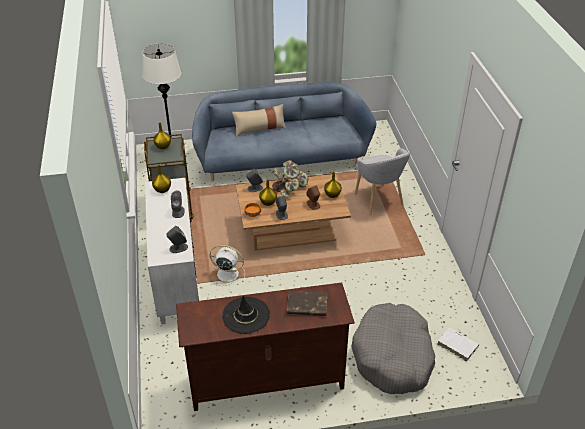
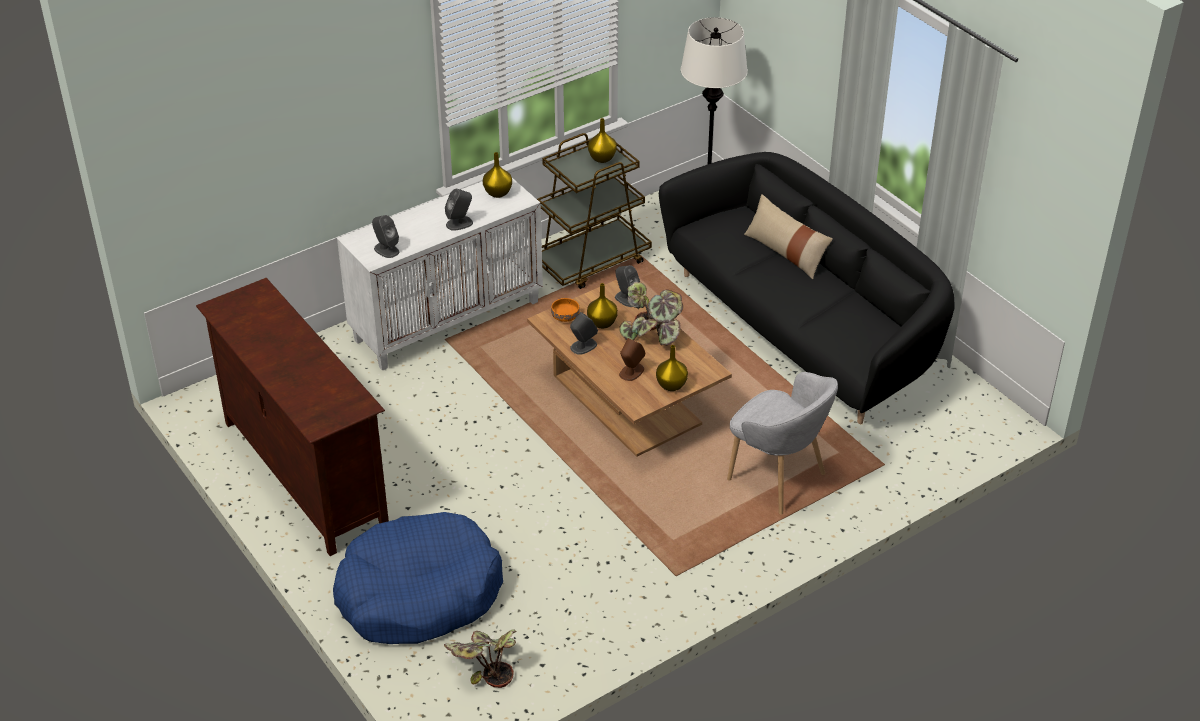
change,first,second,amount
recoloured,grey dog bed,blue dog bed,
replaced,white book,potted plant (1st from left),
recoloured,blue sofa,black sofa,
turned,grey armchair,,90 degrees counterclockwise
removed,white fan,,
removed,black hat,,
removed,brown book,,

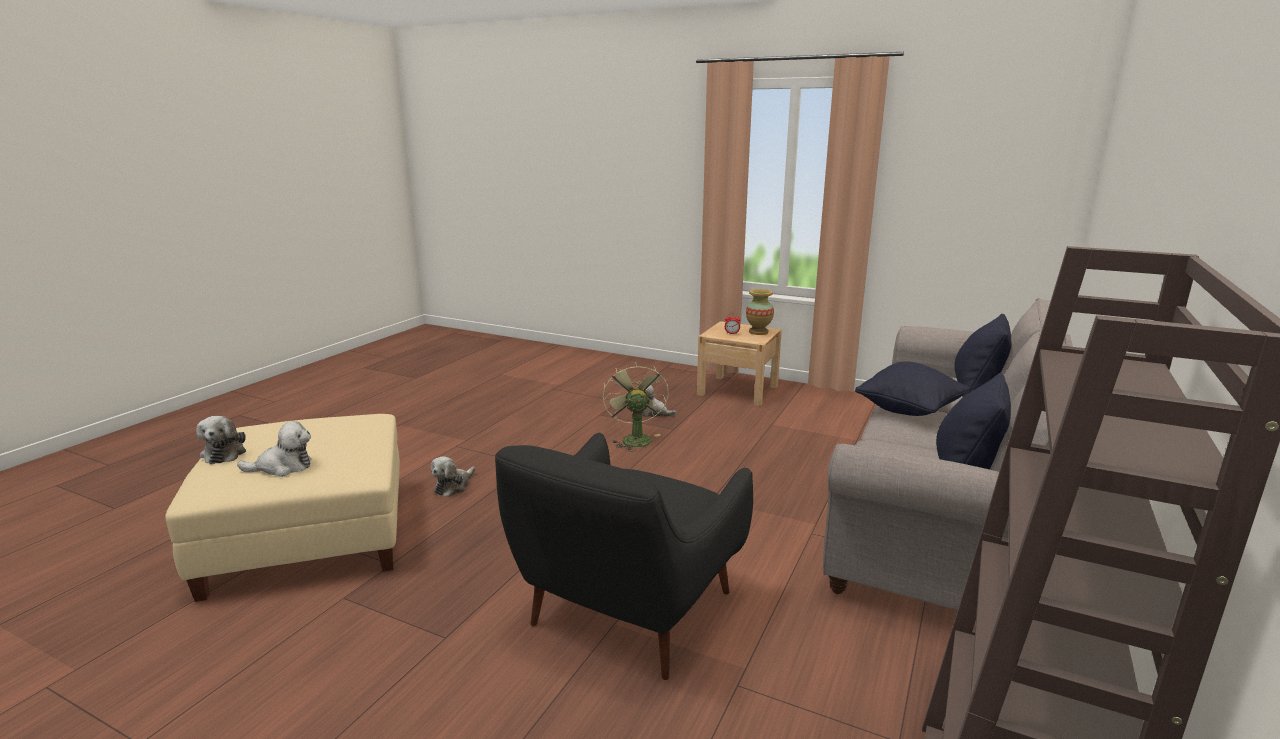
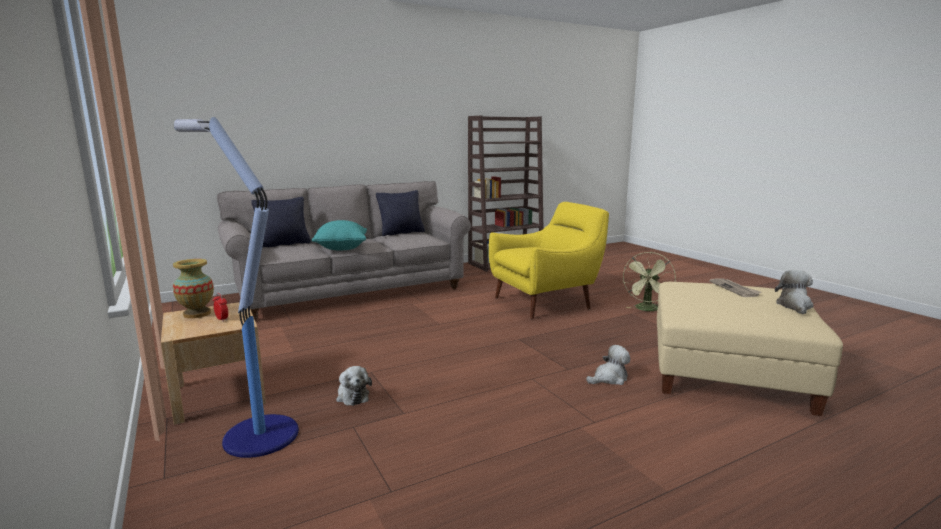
change,first,second,amount
added,,floor lamp,
recoloured,black pillow (1st from left),turquoise pillow,
recoloured,black armchair,yellow armchair,
moved,green fan,,
replaced,plush toy (2nd from left),newspaper,

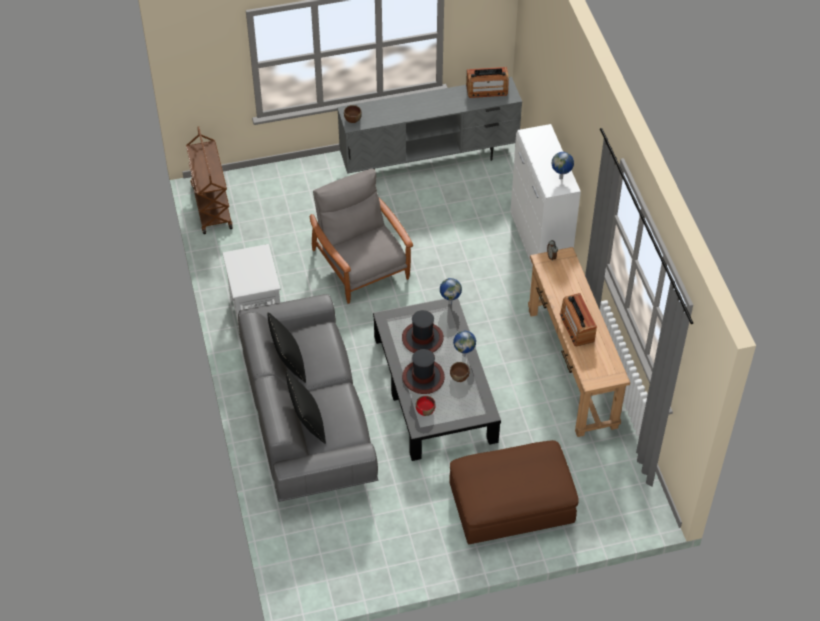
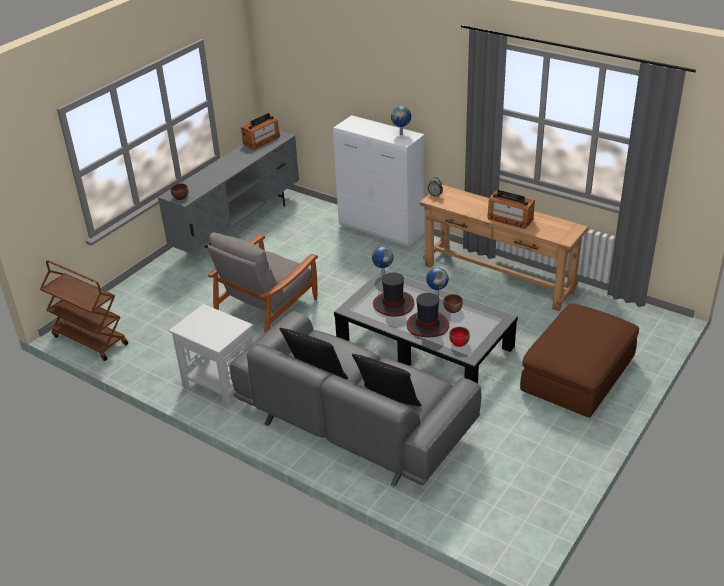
change,first,second,amount
turned,grey armchair,,75 degrees counterclockwise

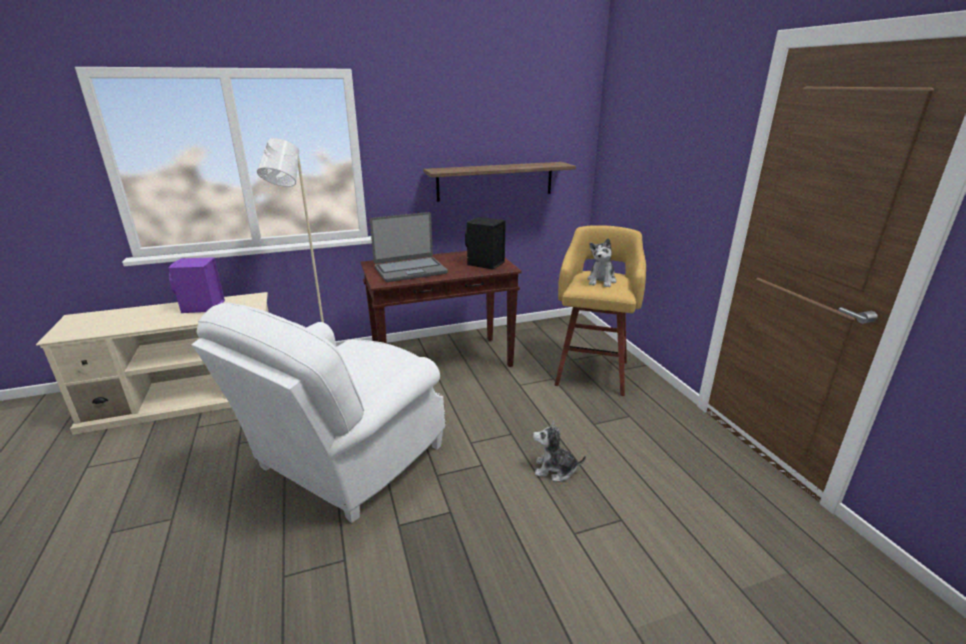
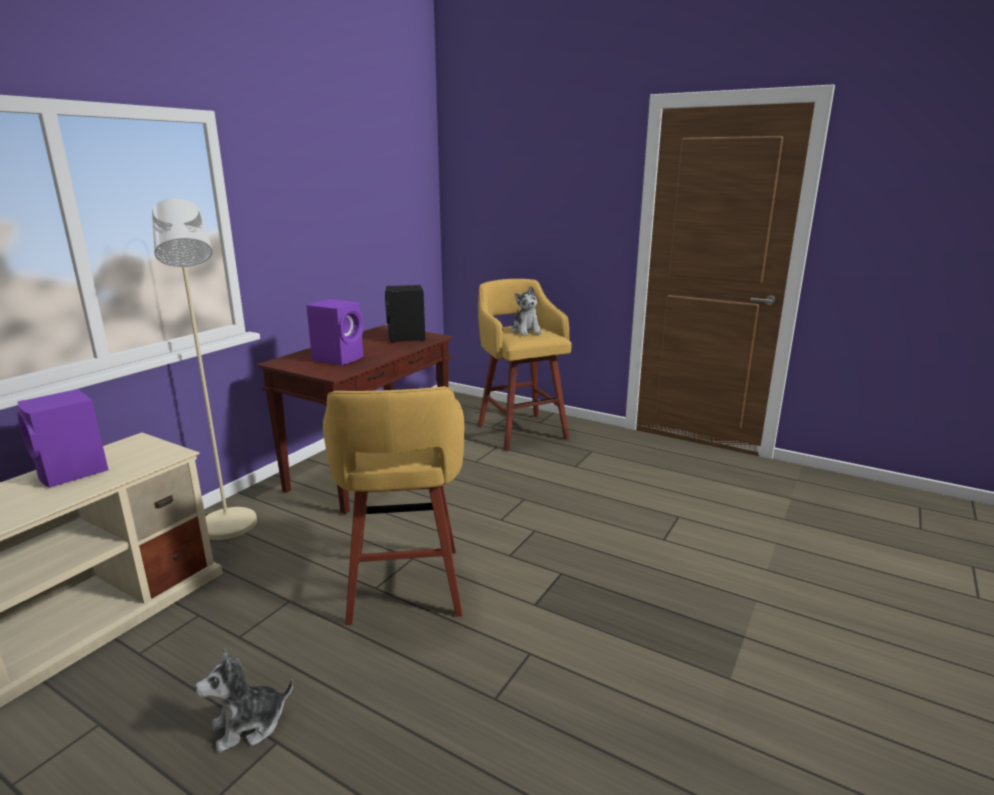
change,first,second,amount
moved,plush toy (1st from left),,
replaced,laptop,purple speaker (2nd from left),
replaced,white armchair,yellow stool (1st from left),
removed,shelf,,

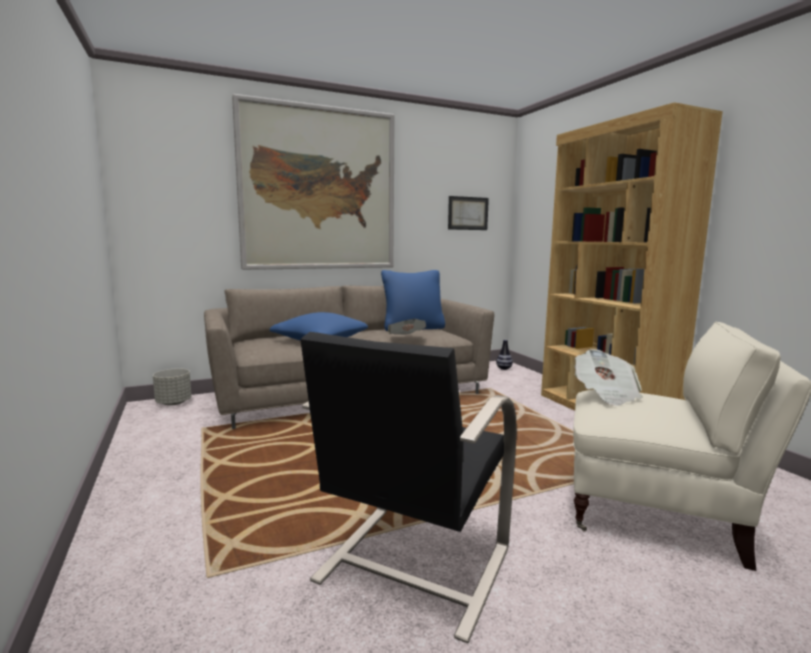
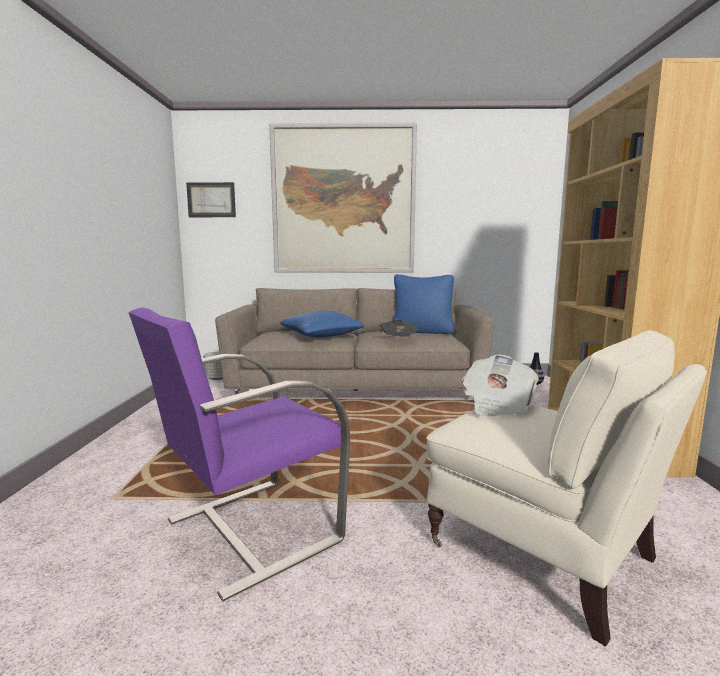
change,first,second,amount
recoloured,black armchair,purple armchair,
moved,picture (2nd from left in the first image),picture (1st from left),

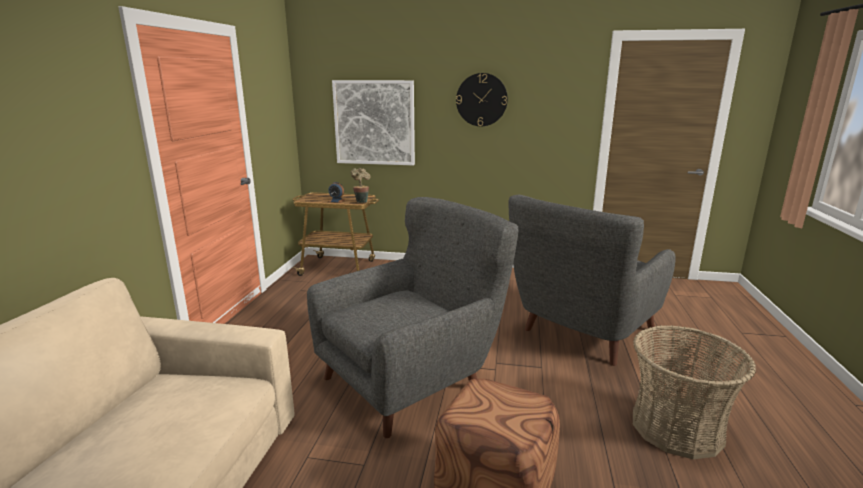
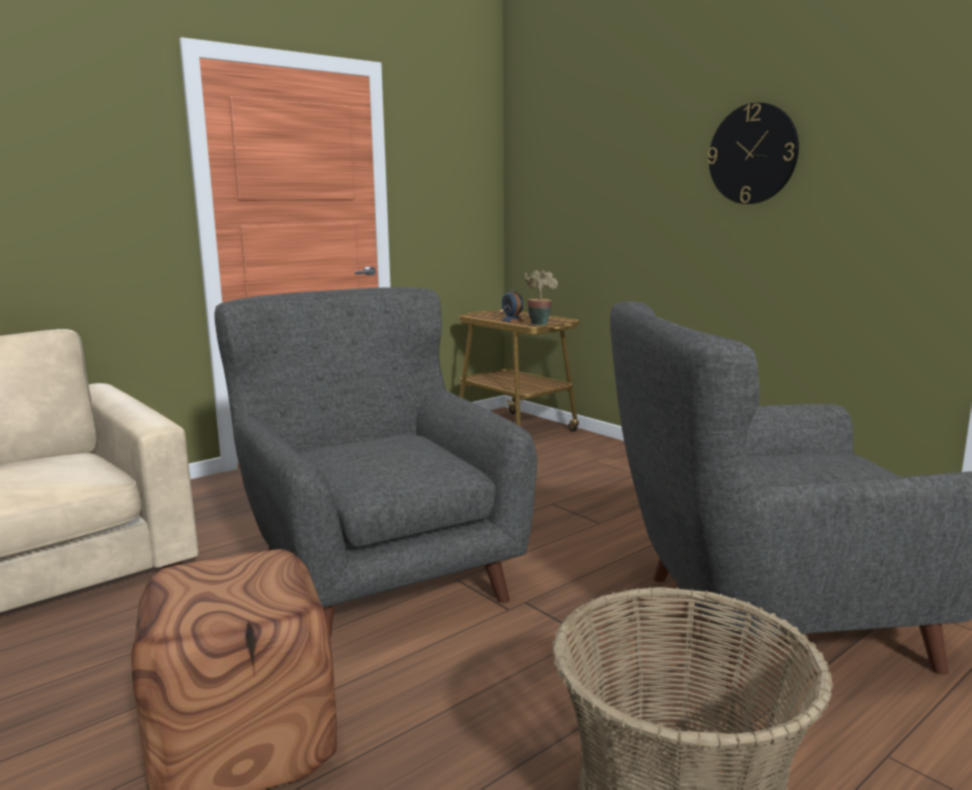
change,first,second,amount
turned,grey armchair (1st from left),,120 degrees counterclockwise
removed,picture,,

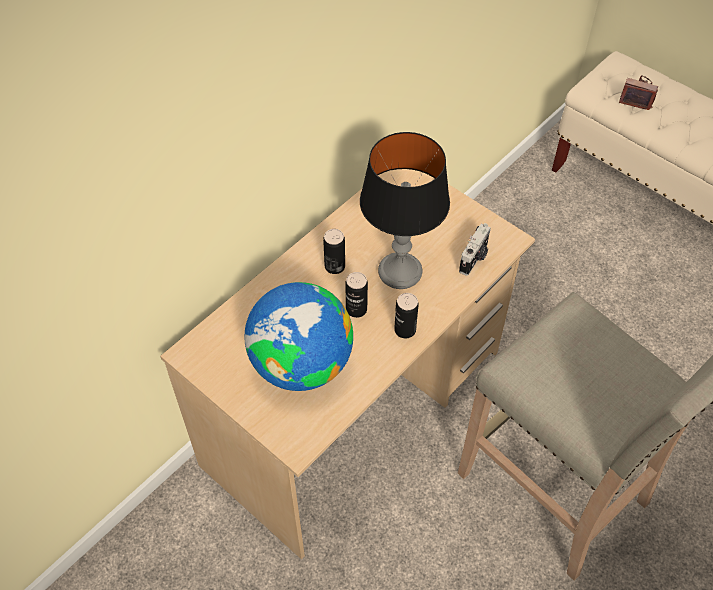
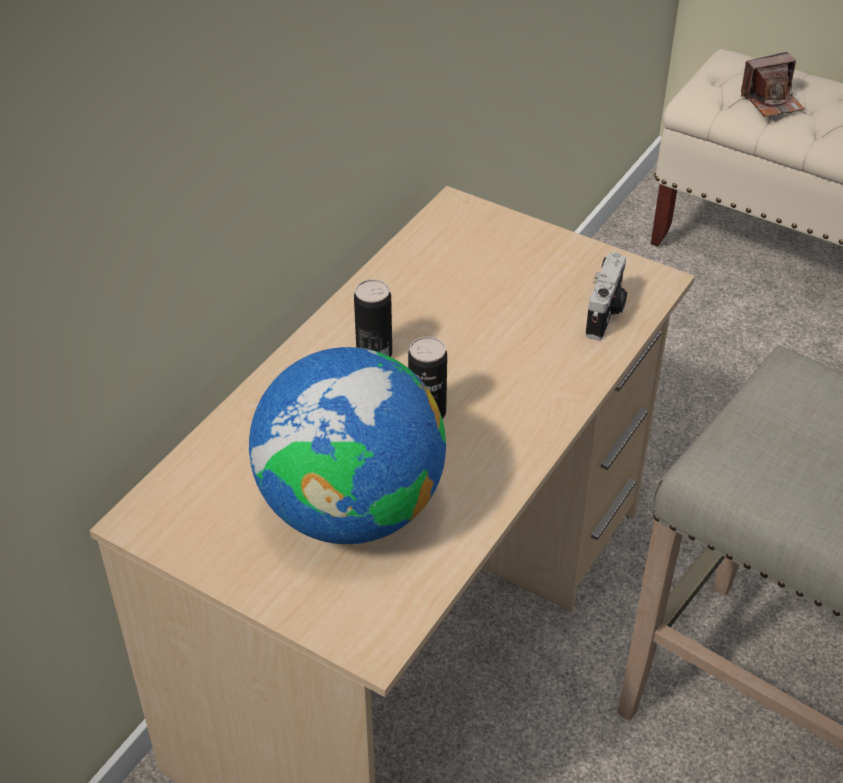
change,first,second,amount
turned,photo camera (2nd from left),,150 degrees clockwise
removed,table lamp,,
removed,can (3rd from left),,

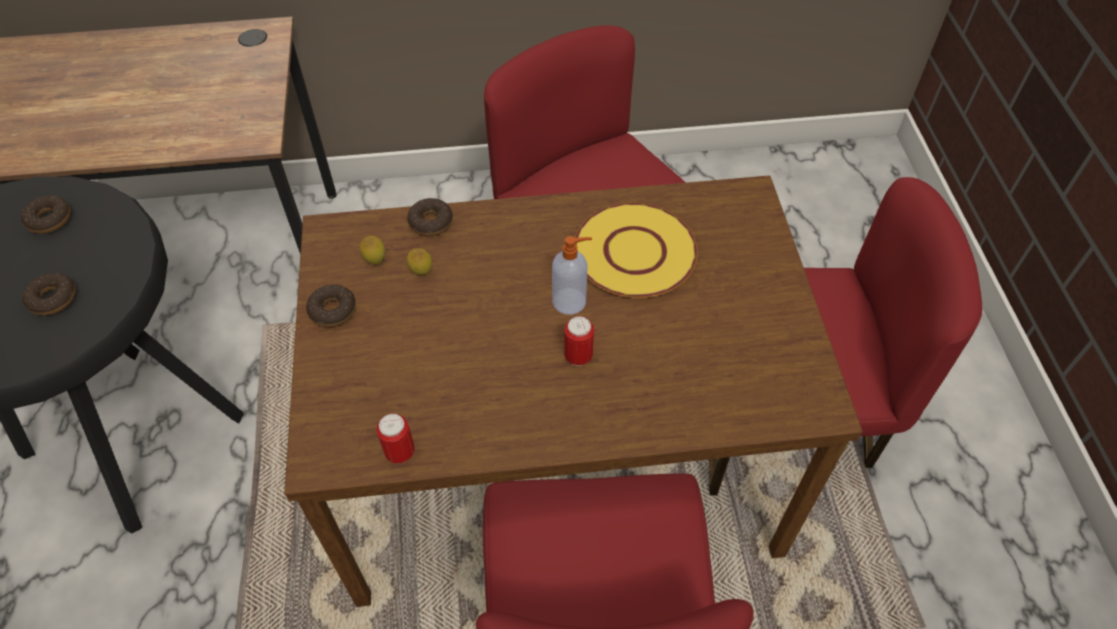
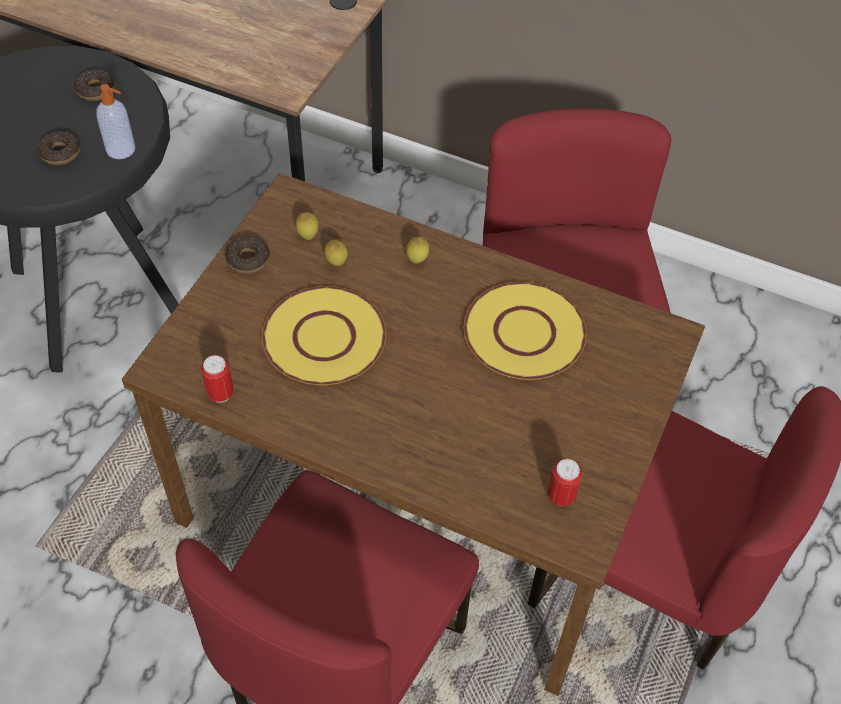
change,first,second,amount
moved,soap dispenser,,
added,,yellow plate (1st from left),
added,,lemon (3rd from left),
moved,can (2nd from left),,
removed,donut (4th from left),,

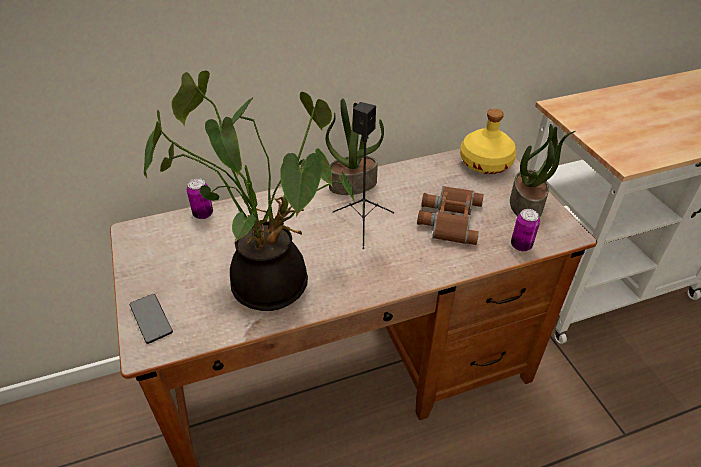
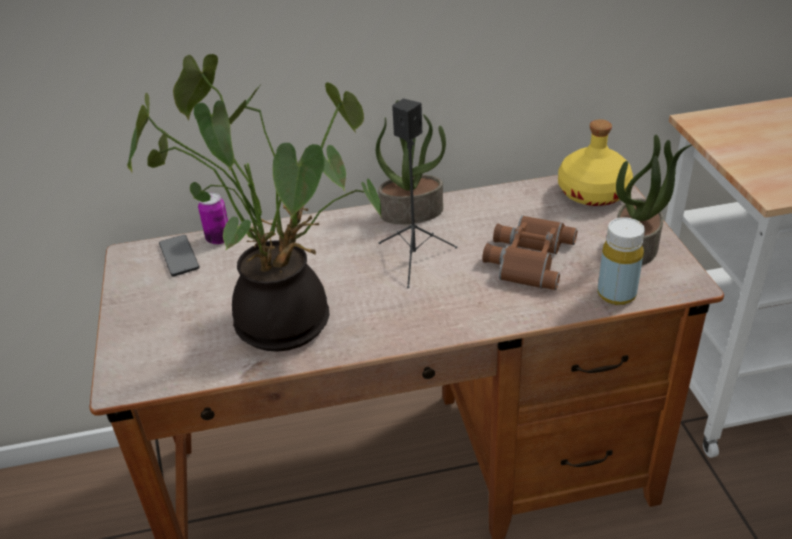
change,first,second,amount
moved,phone,,
replaced,can (2nd from left),yellow bottle (2nd from left),

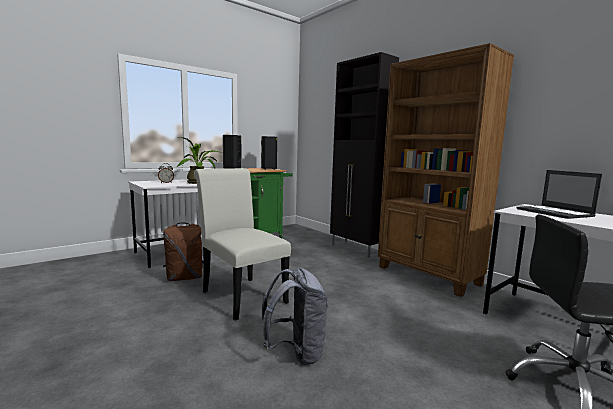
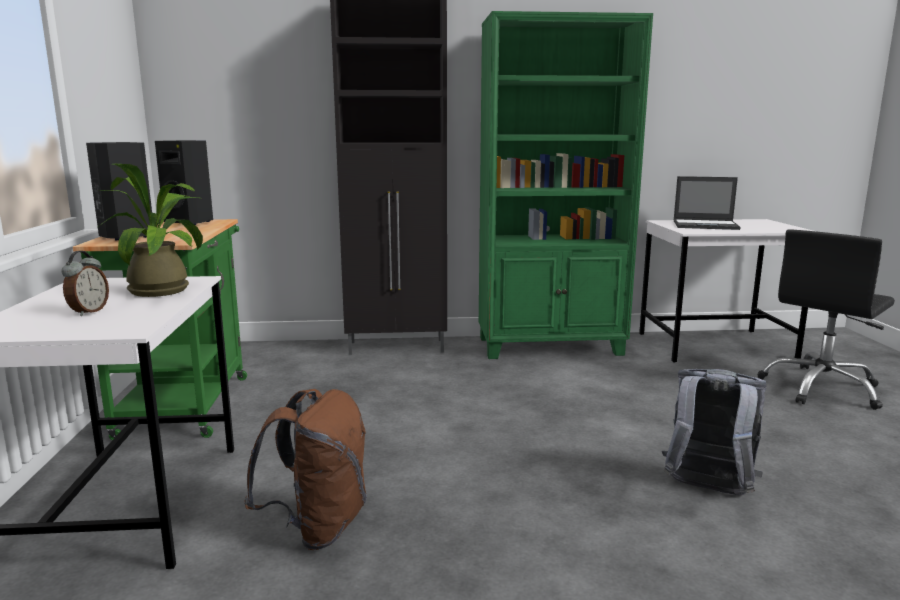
change,first,second,amount
recoloured,brown bookcase,green bookcase,
removed,white chair,,

